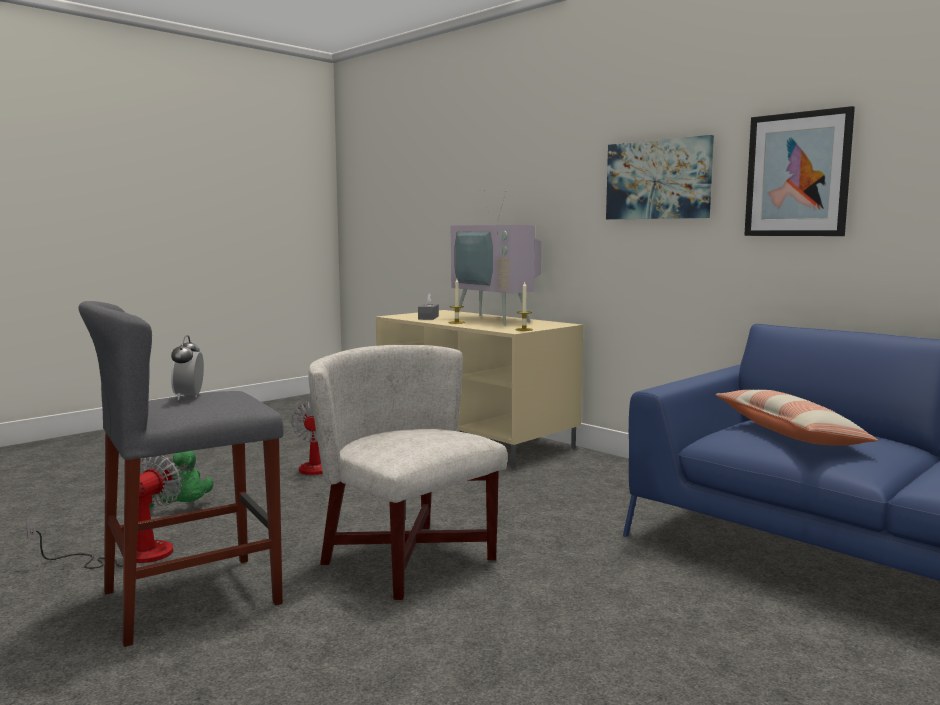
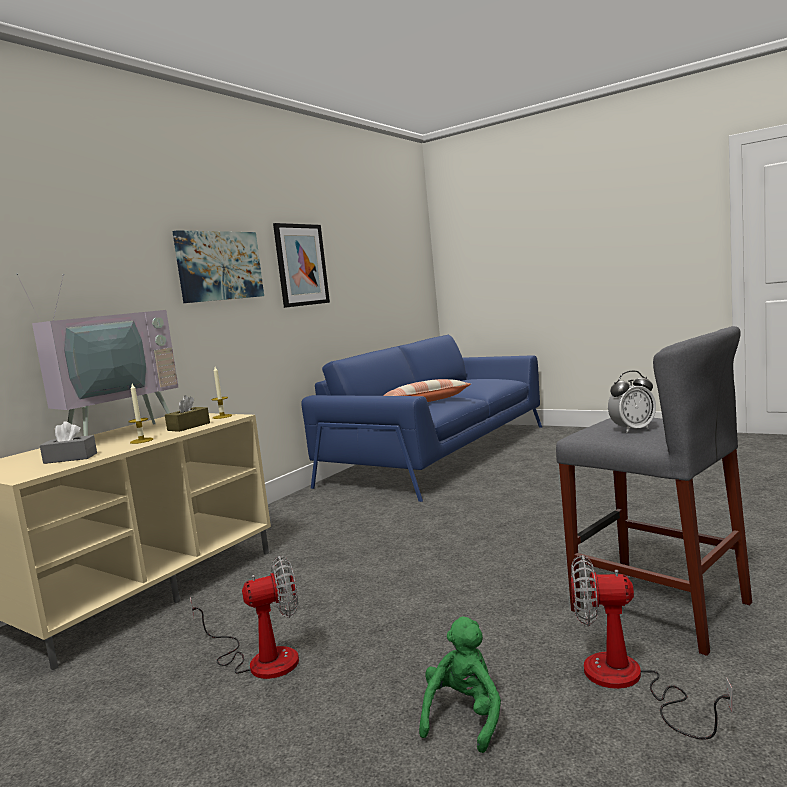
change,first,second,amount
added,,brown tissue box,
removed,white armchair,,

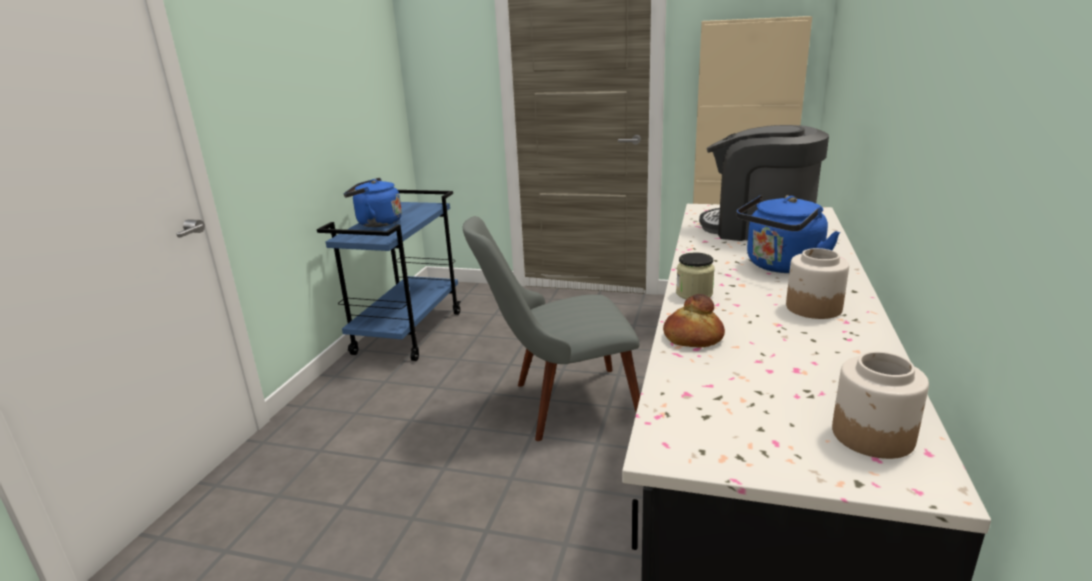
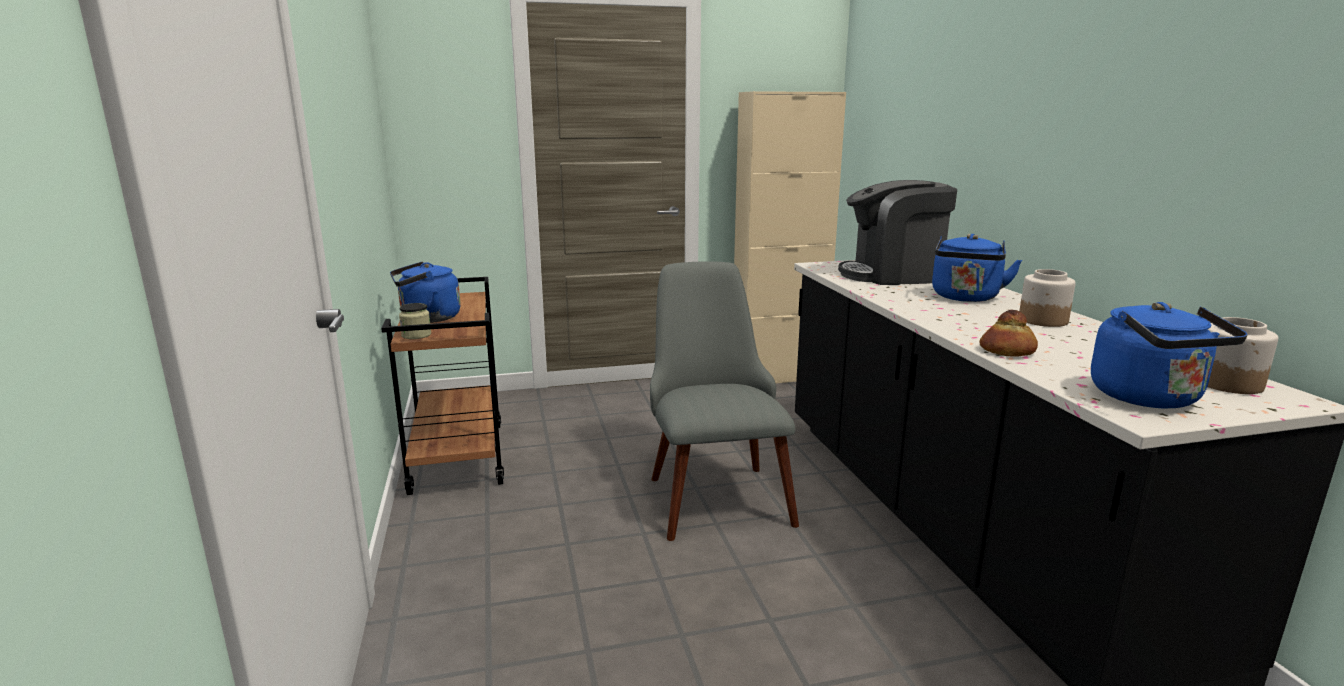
change,first,second,amount
recoloured,blue cart,brown cart,
moved,jar (1st from left),,
turned,grey chair,,120 degrees clockwise
added,,blue kettle (3rd from left),

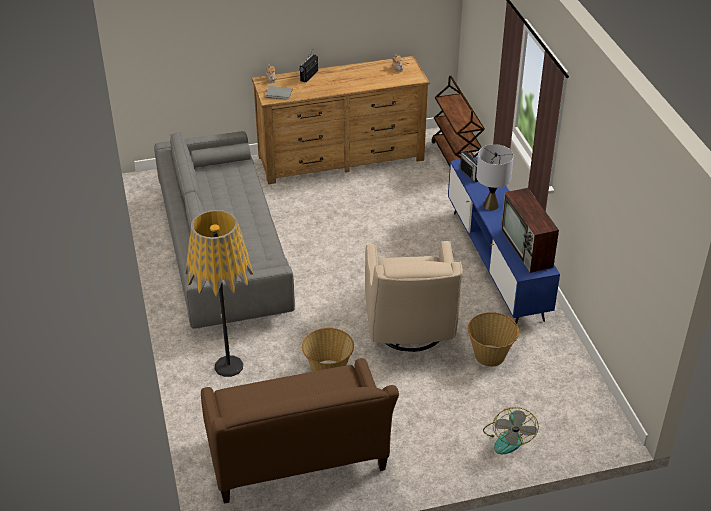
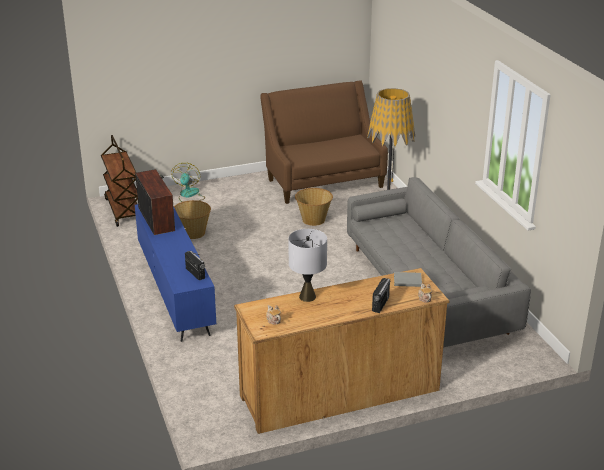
change,first,second,amount
moved,brown cart,,
moved,grey table lamp,,
removed,beige armchair,,

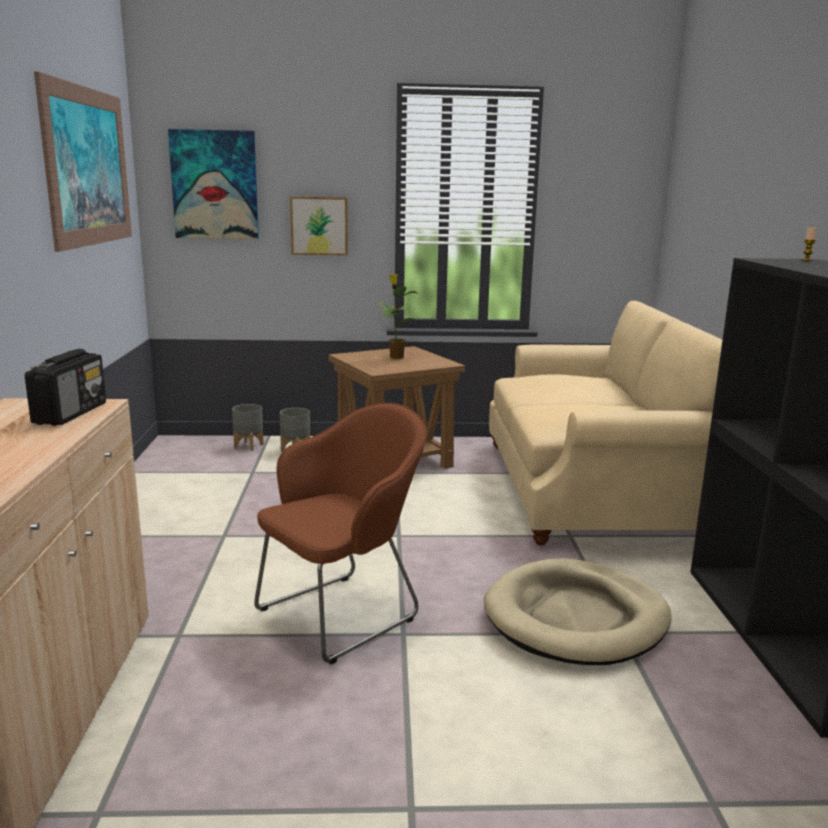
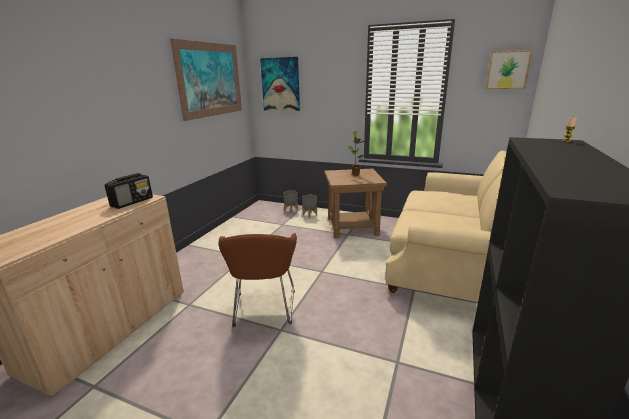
change,first,second,amount
turned,brown armchair,,105 degrees clockwise
moved,picture (3rd from left),,
removed,beige dog bed,,

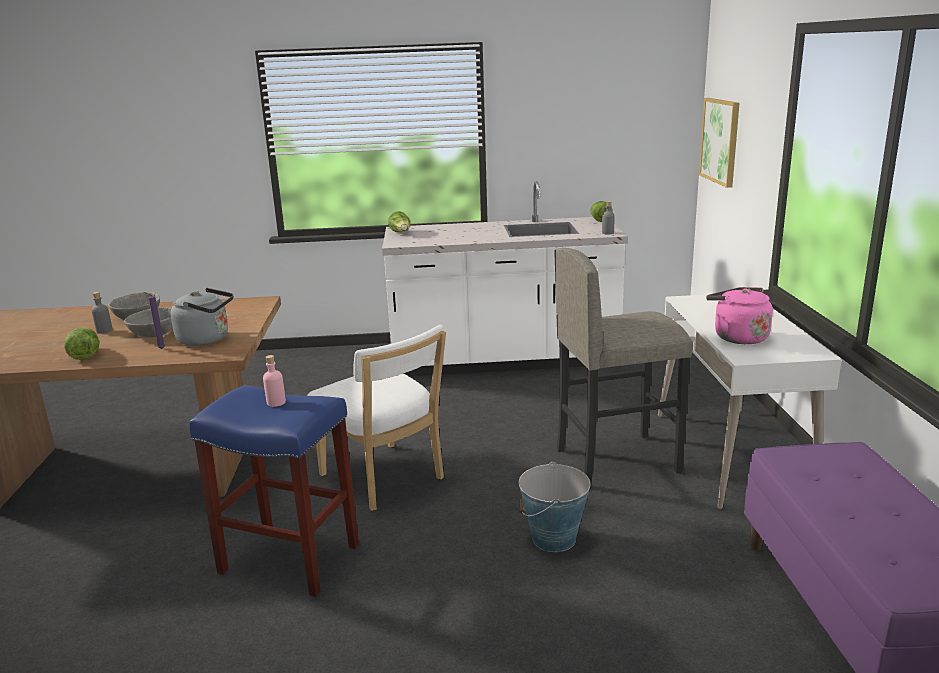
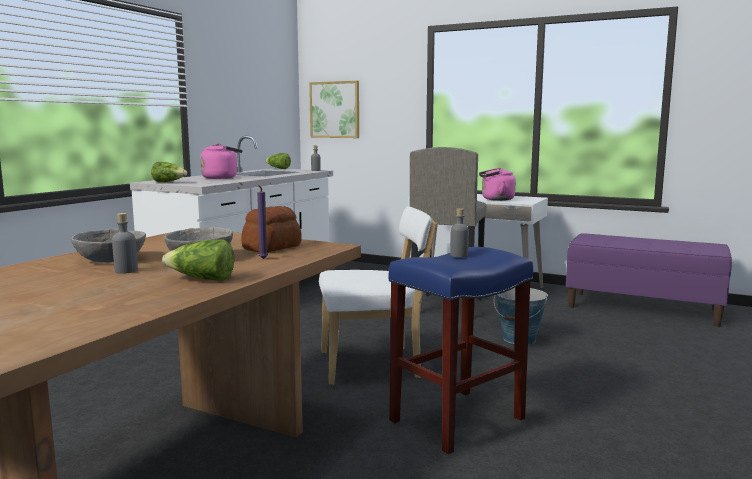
change,first,second,amount
added,,pink kettle (1st from left),
replaced,grey kettle,bread,
recoloured,pink bottle,grey bottle (3rd from left),

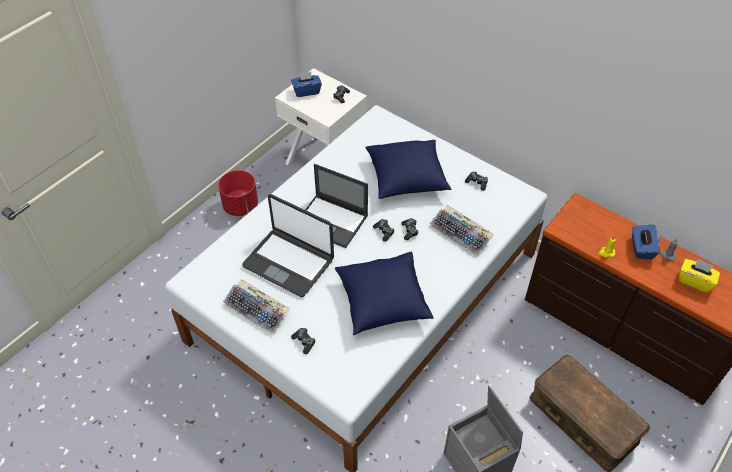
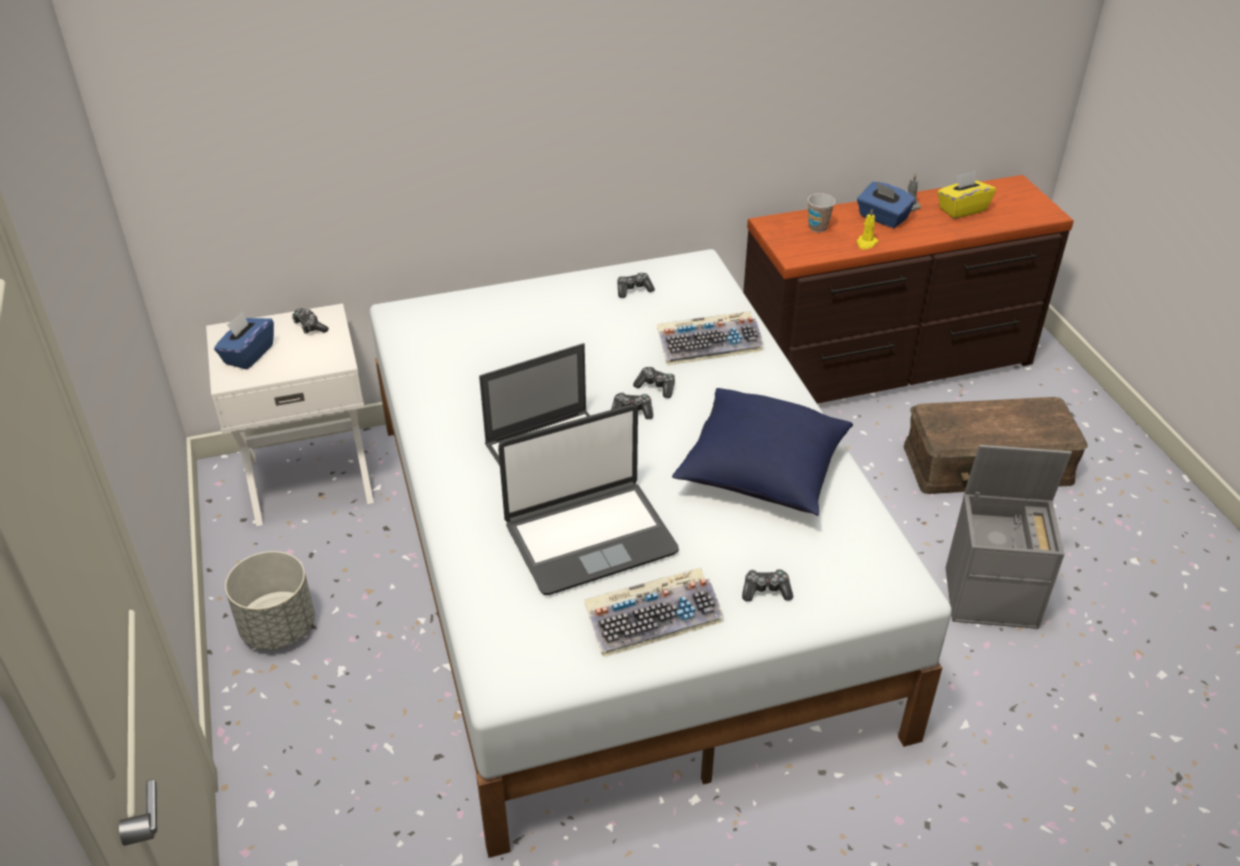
change,first,second,amount
recoloured,red planter,grey planter,
added,,cup,
removed,blue pillow (2nd from left),,

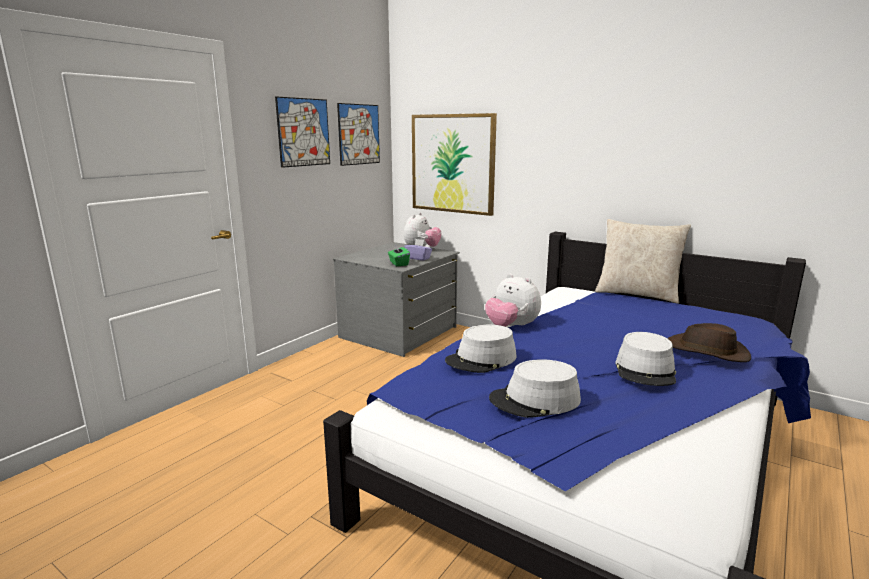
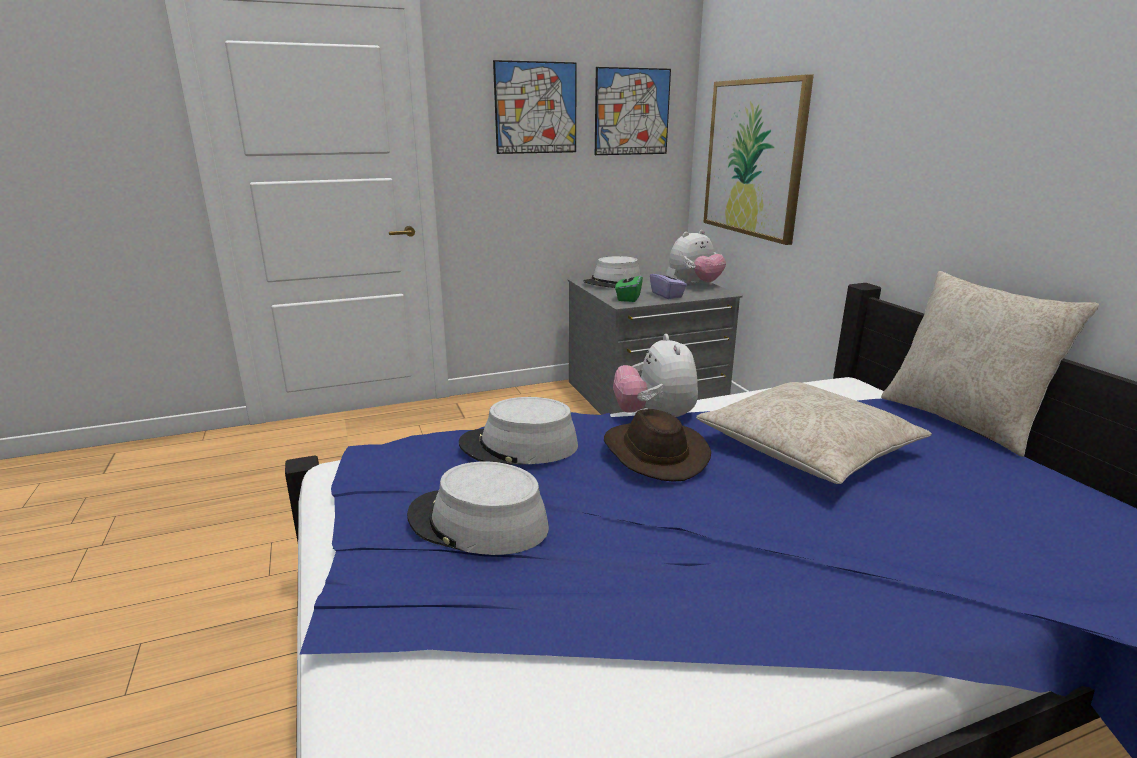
change,first,second,amount
moved,grey hat (3rd from left),,
moved,brown hat,,
added,,beige pillow (1st from left),

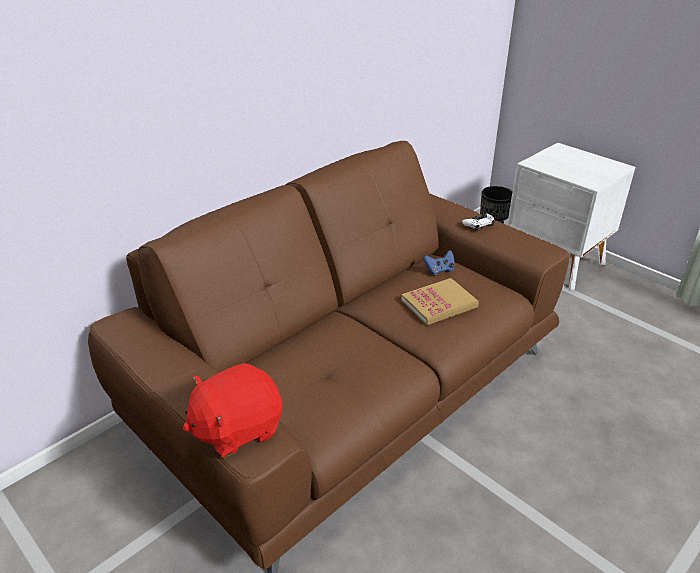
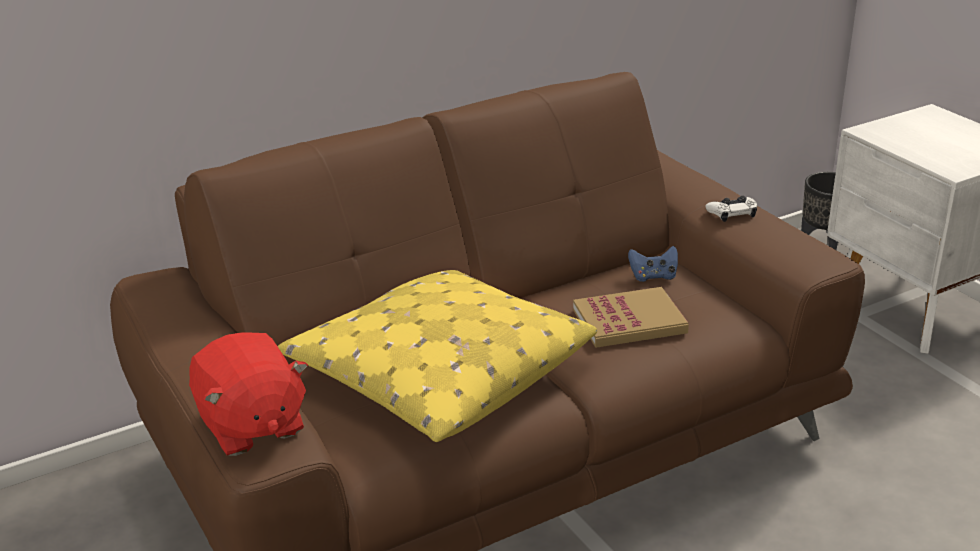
change,first,second,amount
turned,red plush toy,,105 degrees counterclockwise
added,,yellow pillow,

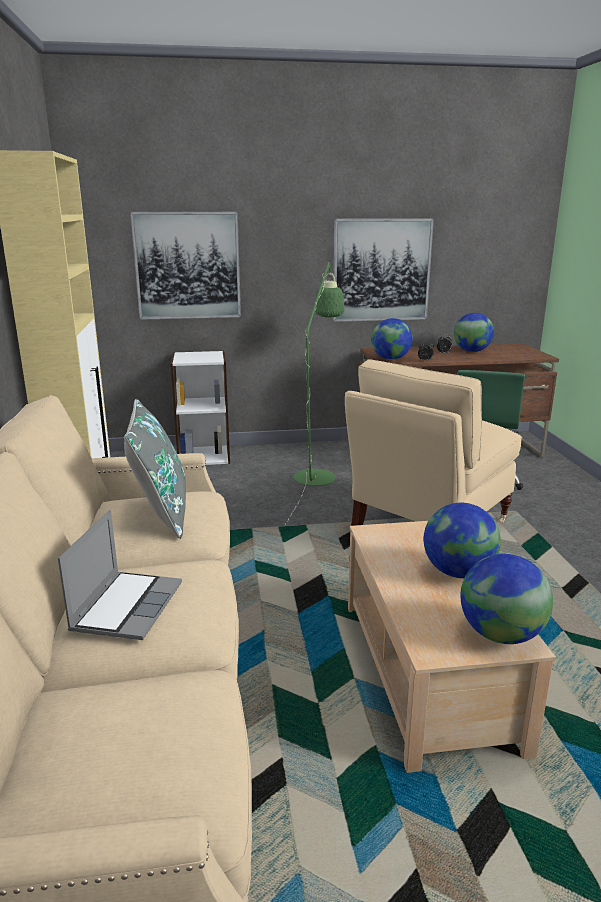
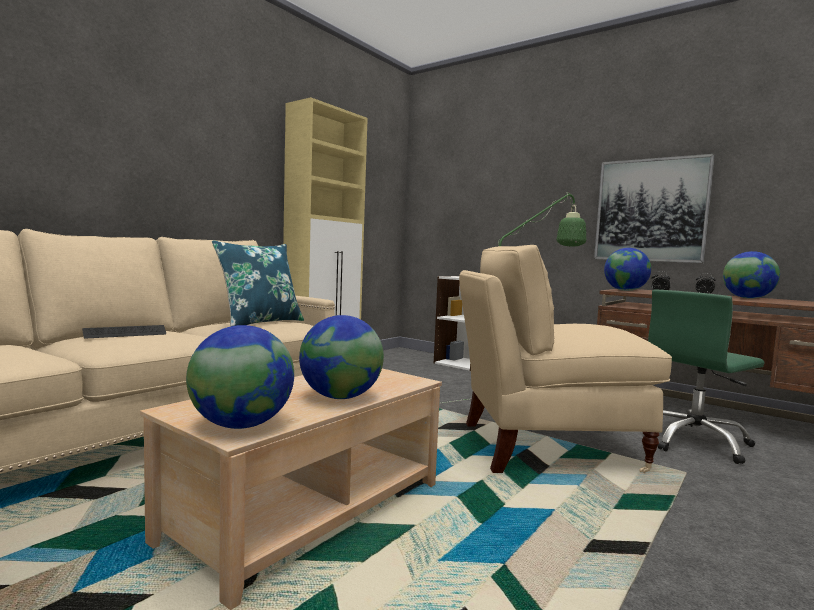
change,first,second,amount
replaced,laptop,keyboard,
recoloured,grey pillow,blue pillow,
removed,picture (1st from left),,

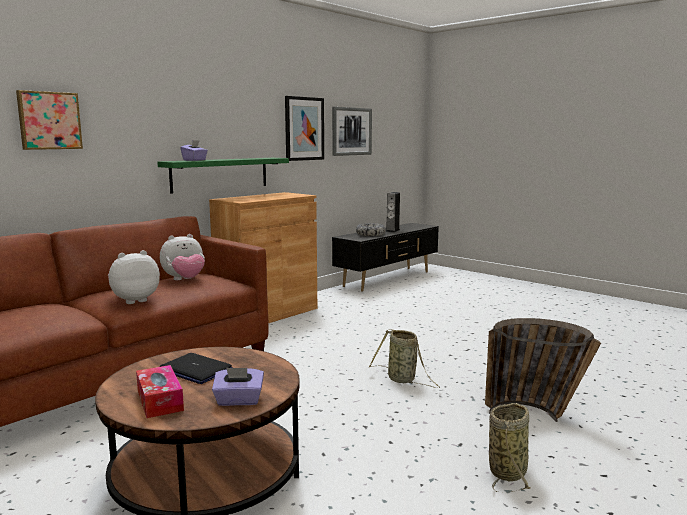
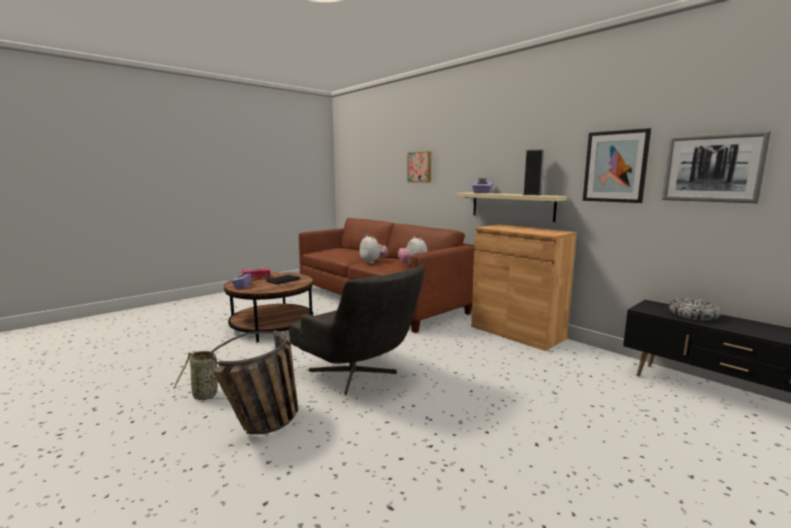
change,first,second,amount
replaced,basket (1st from left),grey armchair,
recoloured,green shelf,beige shelf,
moved,speaker,,

